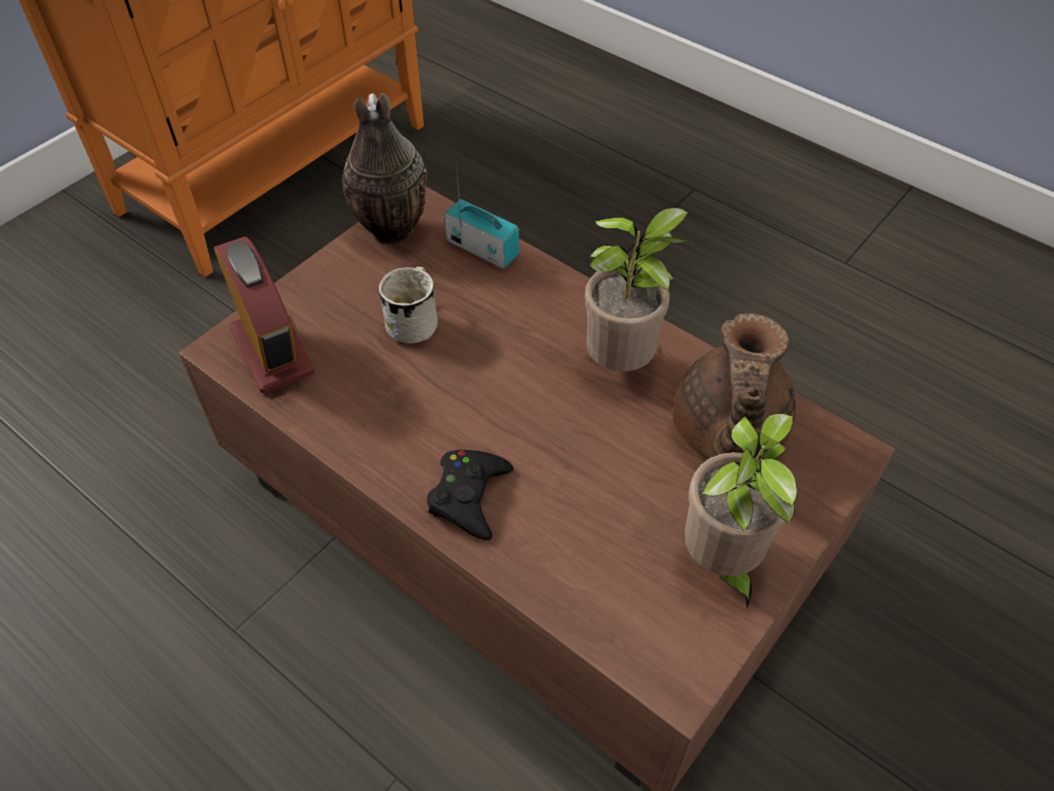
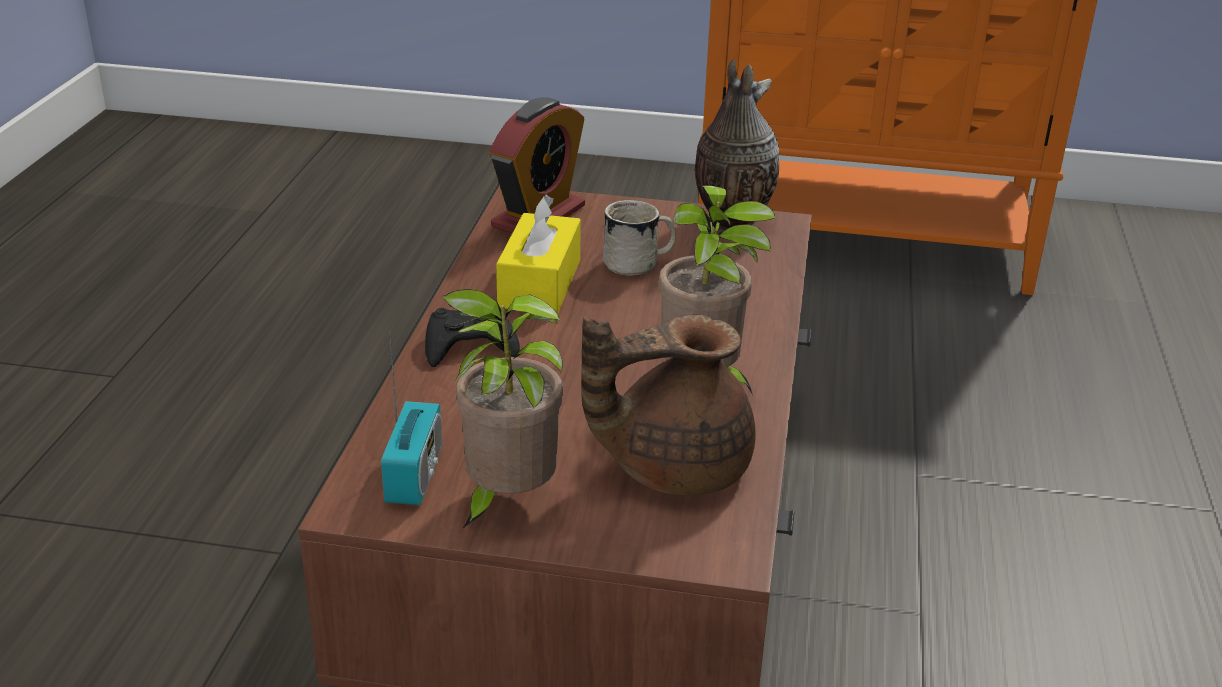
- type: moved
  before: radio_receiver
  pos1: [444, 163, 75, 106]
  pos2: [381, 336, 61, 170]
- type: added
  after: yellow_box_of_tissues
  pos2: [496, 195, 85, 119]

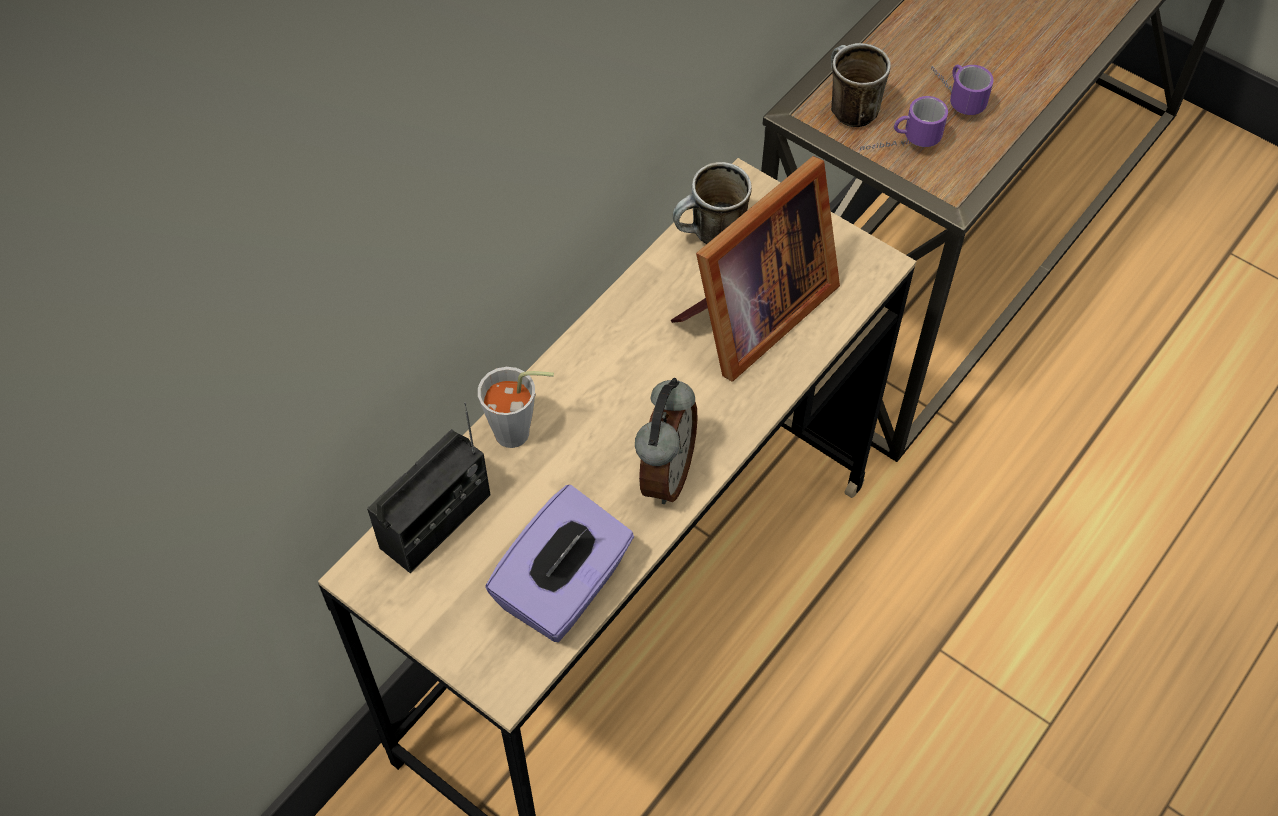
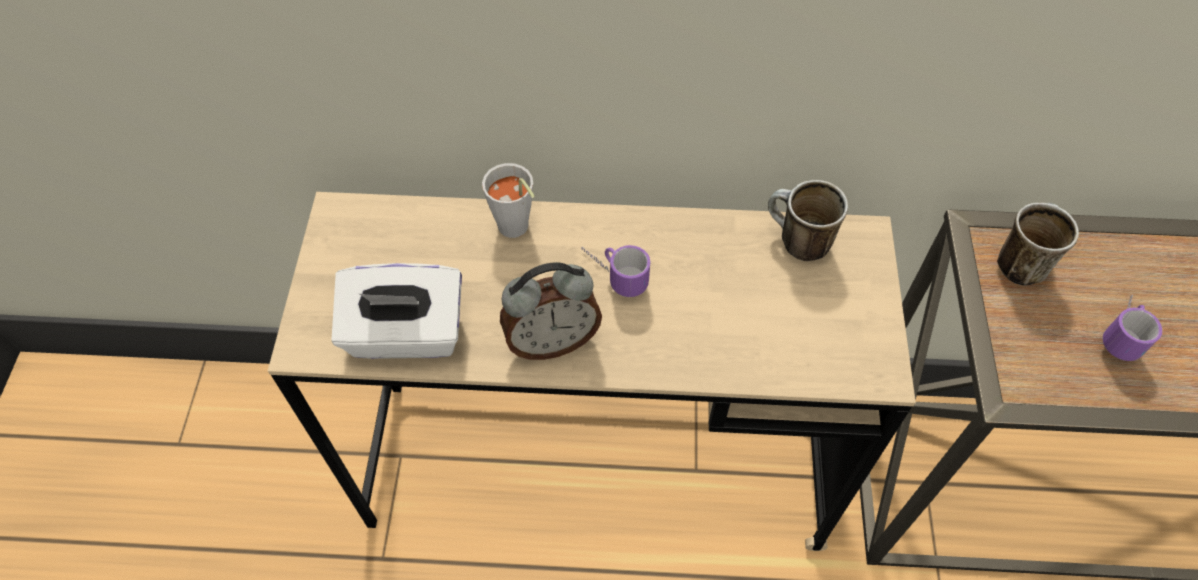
- type: removed
  before: radio_receiver
  pos1: [367, 402, 123, 171]
- type: recoloured
  before: purple_box_of_tissues
  after: white-coloured_box_of_tissues
  pos1: [485, 485, 149, 157]
  pos2: [331, 263, 131, 96]
- type: removed
  before: standing_frame
  pos1: [671, 156, 169, 226]
- type: moved
  before: coffee_mug
  pos1: [860, 96, 88, 54]
  pos2: [582, 245, 68, 52]

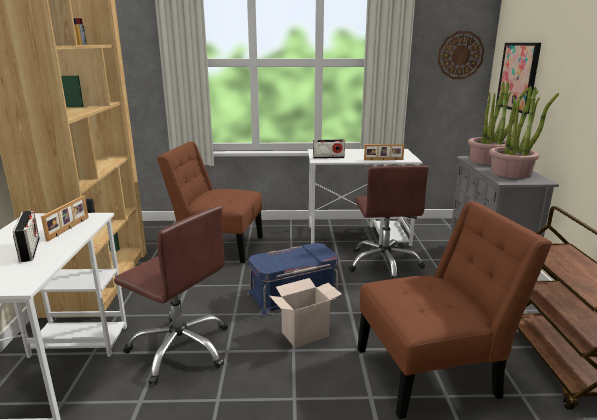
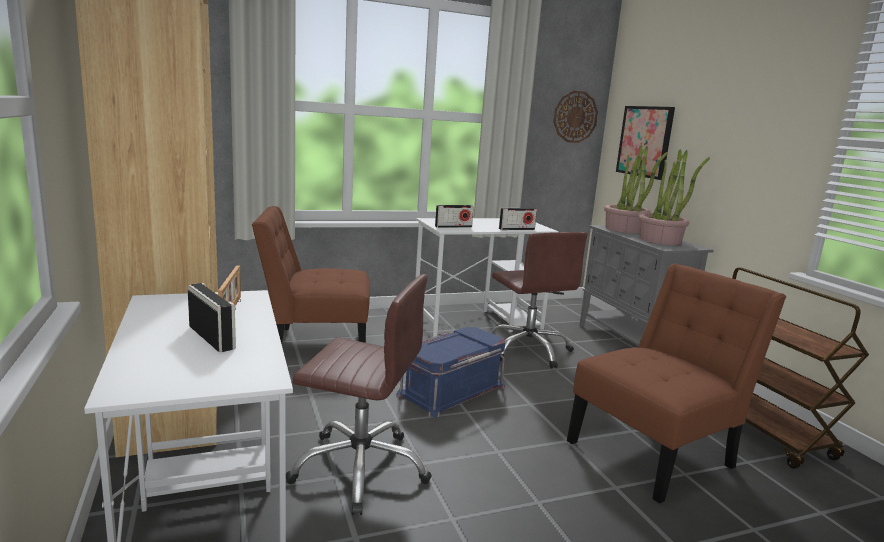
- type: removed
  before: packing_box
  pos1: [269, 278, 73, 70]
- type: replaced
  before: standing_frame
  after: radio_receiver
  pos1: [364, 144, 41, 16]
  pos2: [499, 208, 38, 22]

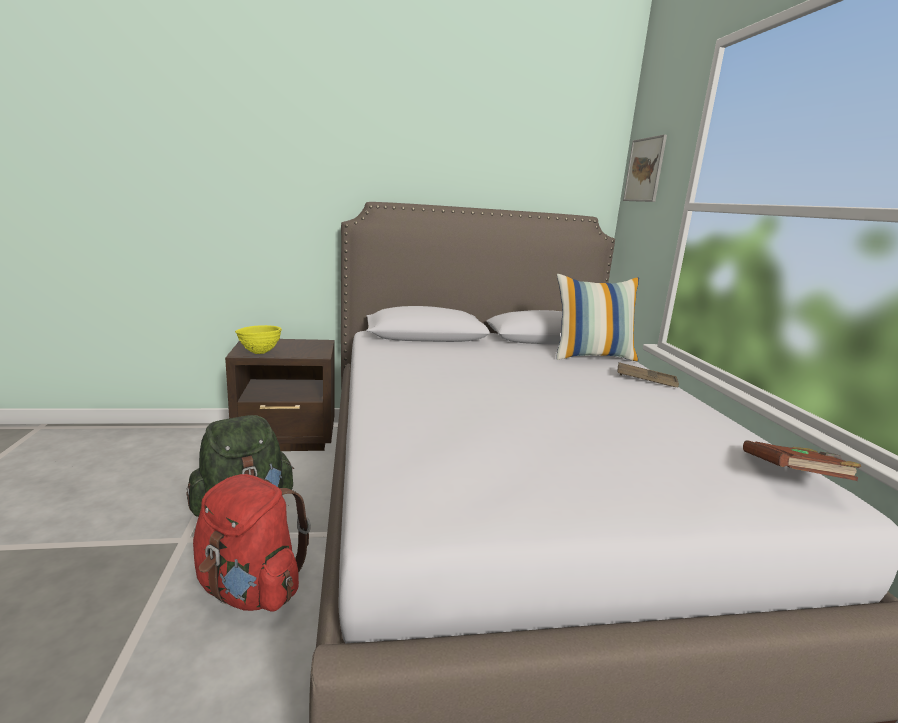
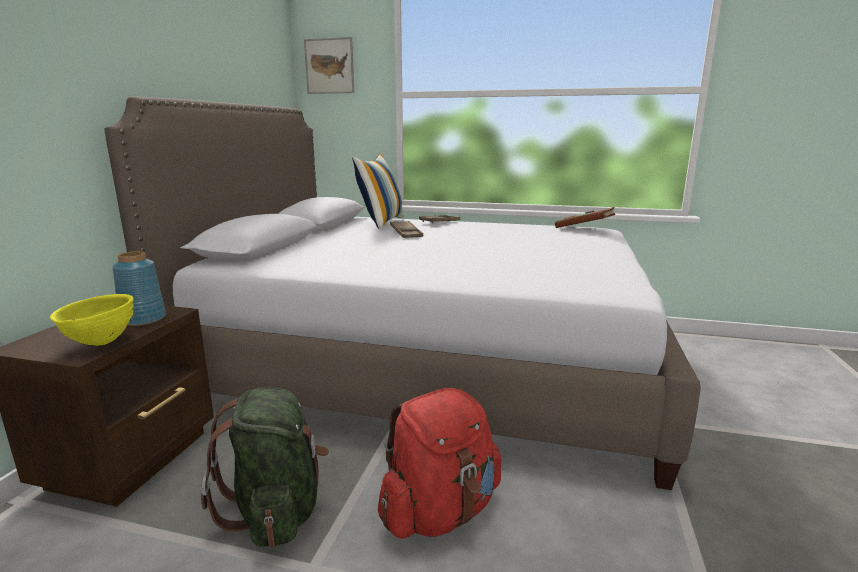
- type: added
  after: bluish_vase
  pos2: [112, 251, 54, 75]
- type: added
  after: brown_serving_tray
  pos2: [390, 221, 33, 17]

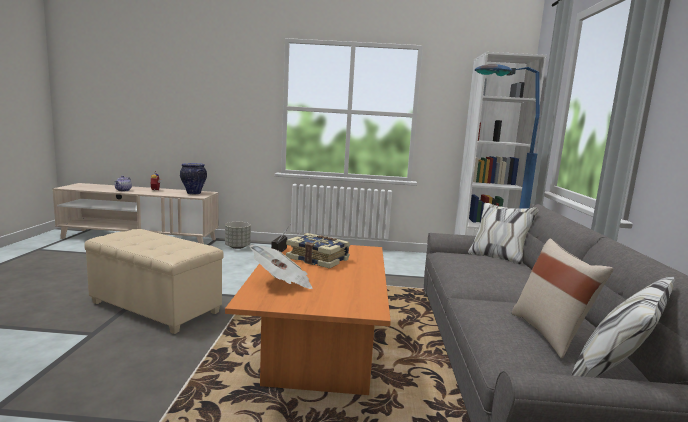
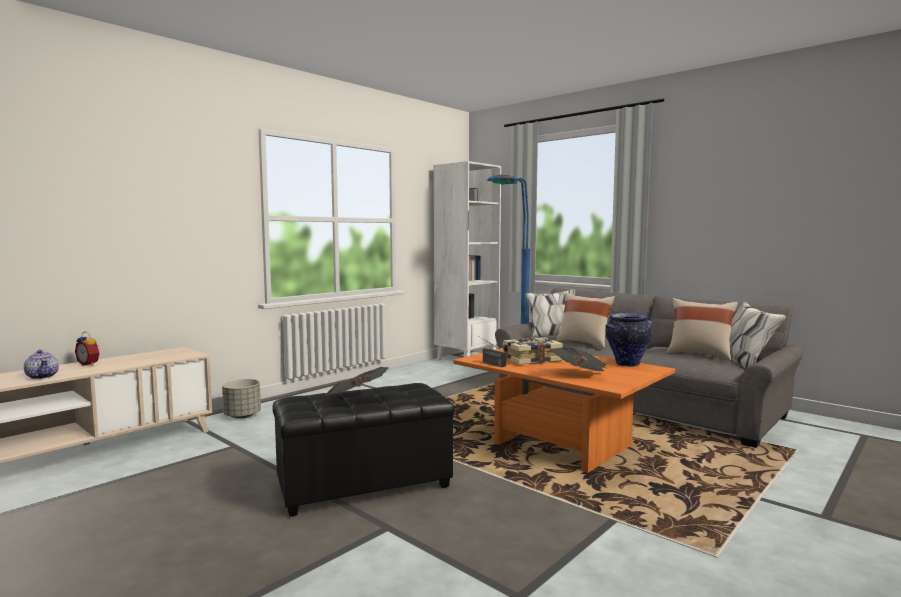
- type: recoloured
  before: beige_ottoman
  after: black_ottoman
  pos1: [84, 229, 140, 105]
  pos2: [272, 383, 182, 134]
- type: moved
  before: vase
  pos1: [180, 163, 27, 31]
  pos2: [605, 313, 47, 54]
- type: added
  after: daily_paper
  pos2: [325, 367, 64, 28]
- type: added
  after: beige_throw_pillow
  pos2: [556, 293, 59, 55]

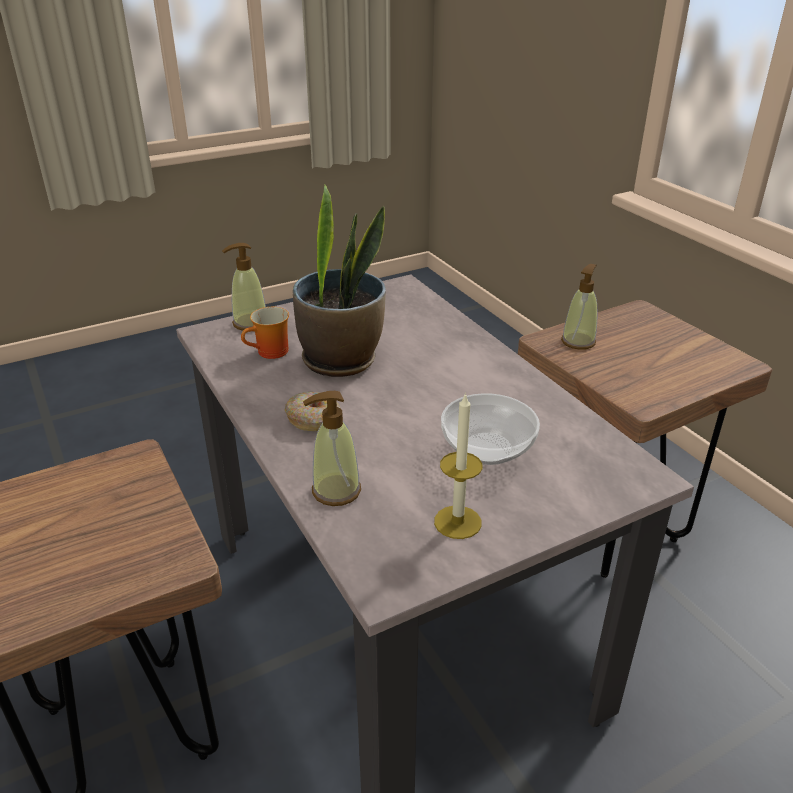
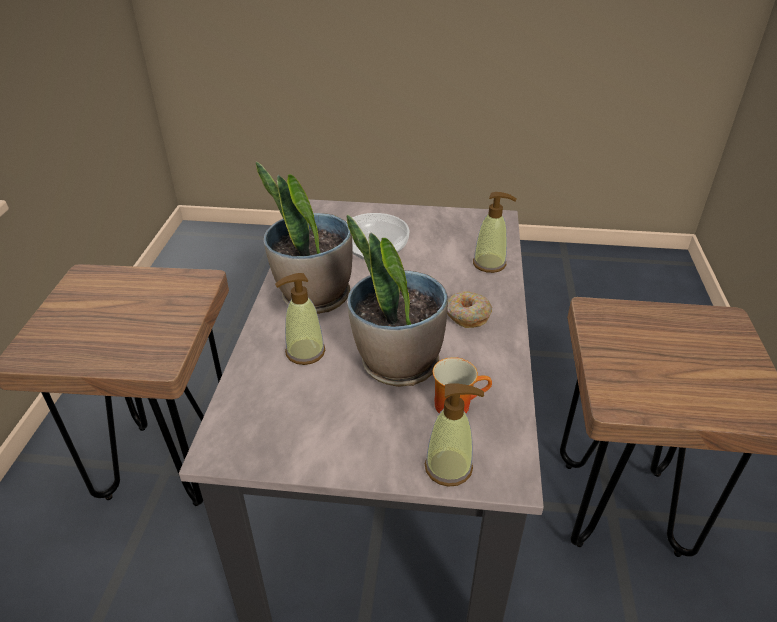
- type: removed
  before: wax_candle
  pos1: [434, 392, 48, 147]
- type: moved
  before: soap_dispenser
  pos1: [561, 264, 36, 86]
  pos2: [275, 273, 50, 92]
- type: added
  after: houseplant
  pos2: [256, 161, 97, 153]

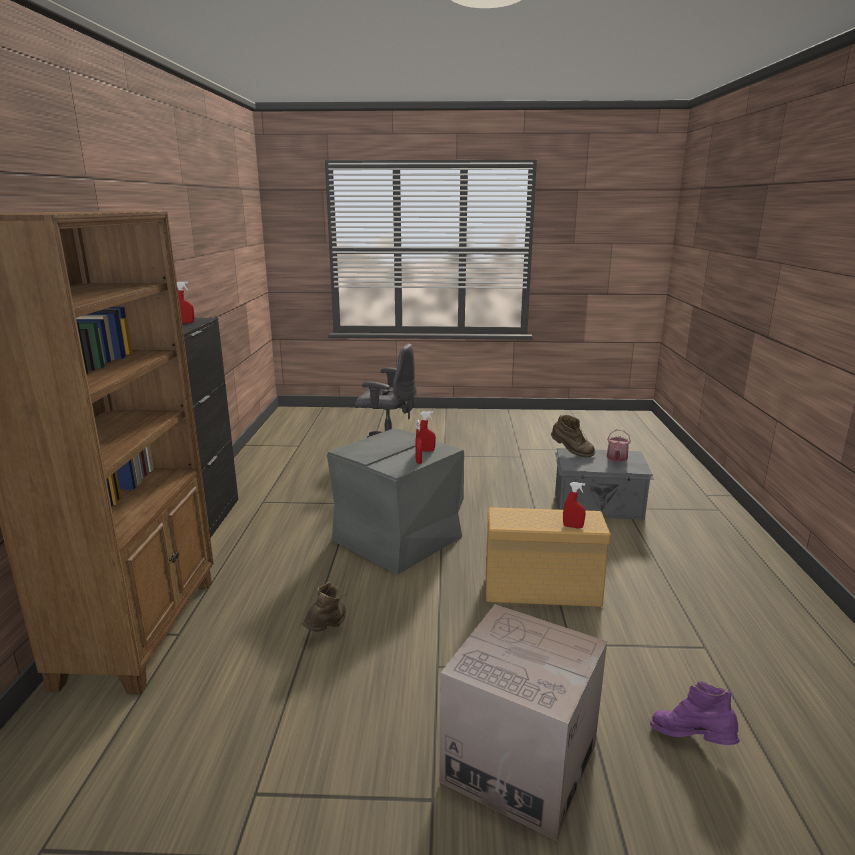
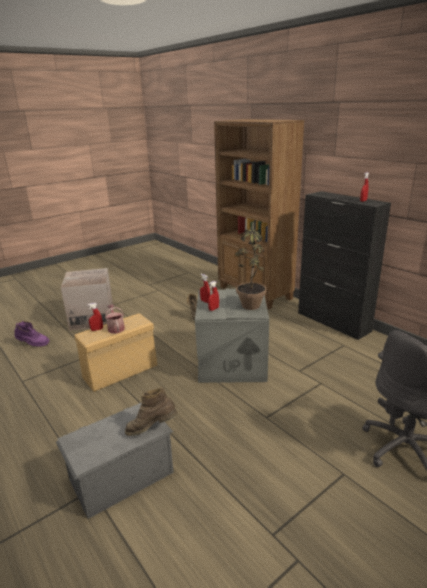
- type: moved
  before: watering_pot
  pos1: [607, 429, 24, 33]
  pos2: [105, 304, 20, 30]
- type: added
  after: houseplant
  pos2: [235, 226, 31, 84]

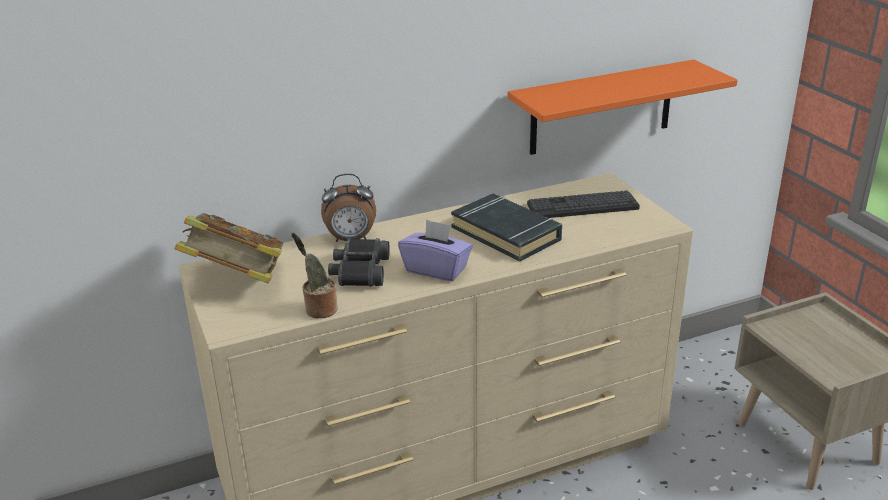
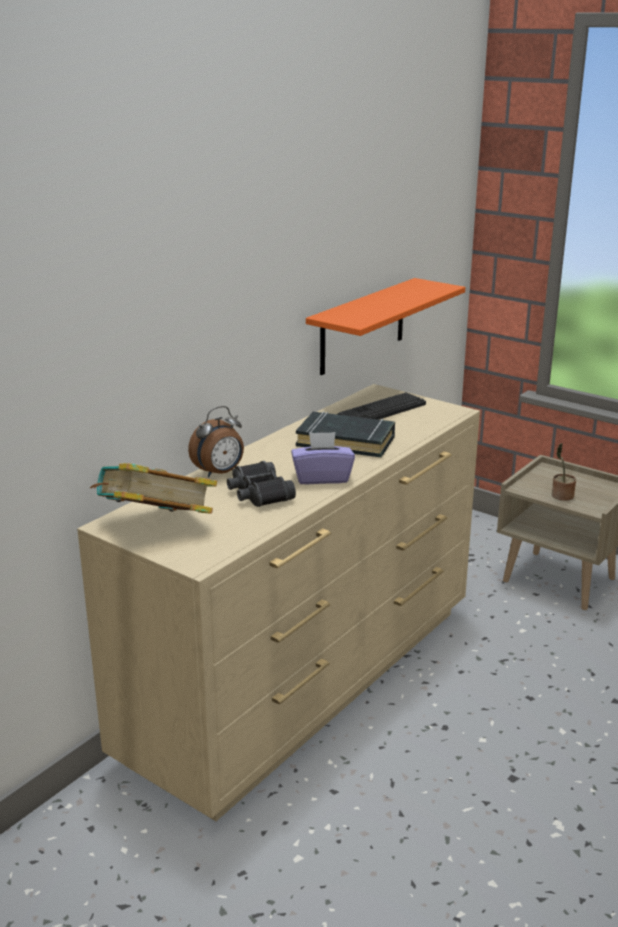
- type: moved
  before: houseplant
  pos1: [291, 233, 47, 85]
  pos2: [552, 443, 24, 58]

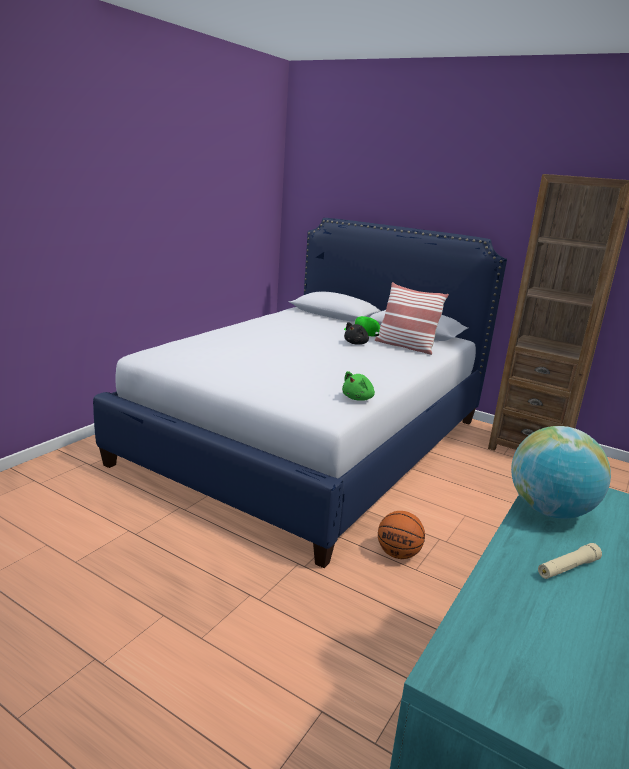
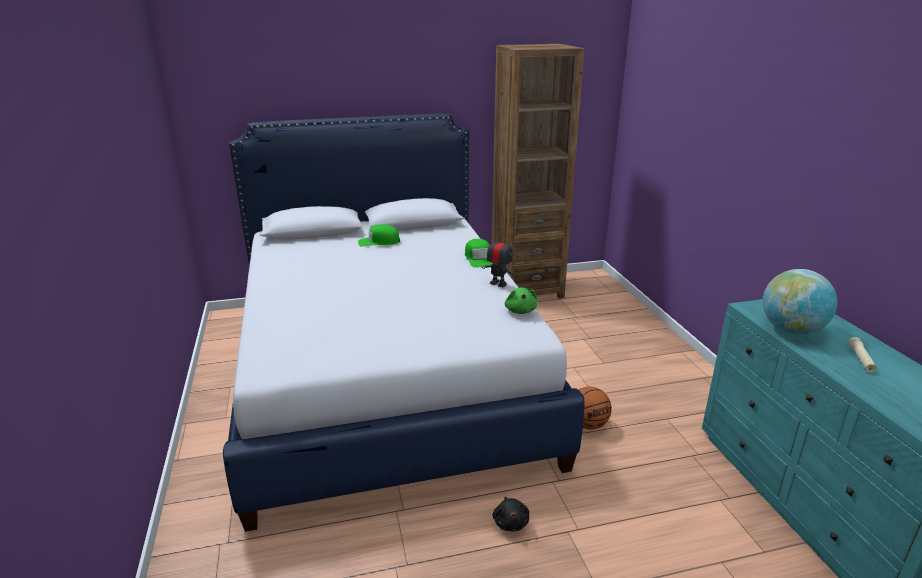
- type: moved
  before: black_soft_toy
  pos1: [344, 322, 25, 23]
  pos2: [493, 497, 36, 34]
- type: removed
  before: throw_pillow
  pos1: [375, 282, 74, 73]
- type: added
  after: green-coloured_cap
  pos2: [465, 239, 28, 29]
- type: added
  after: model_robot
  pos2: [482, 234, 34, 53]

